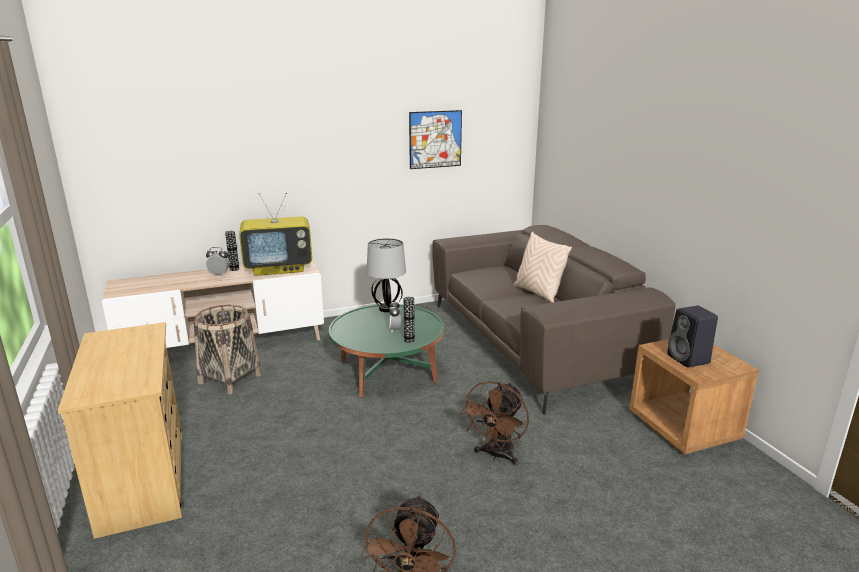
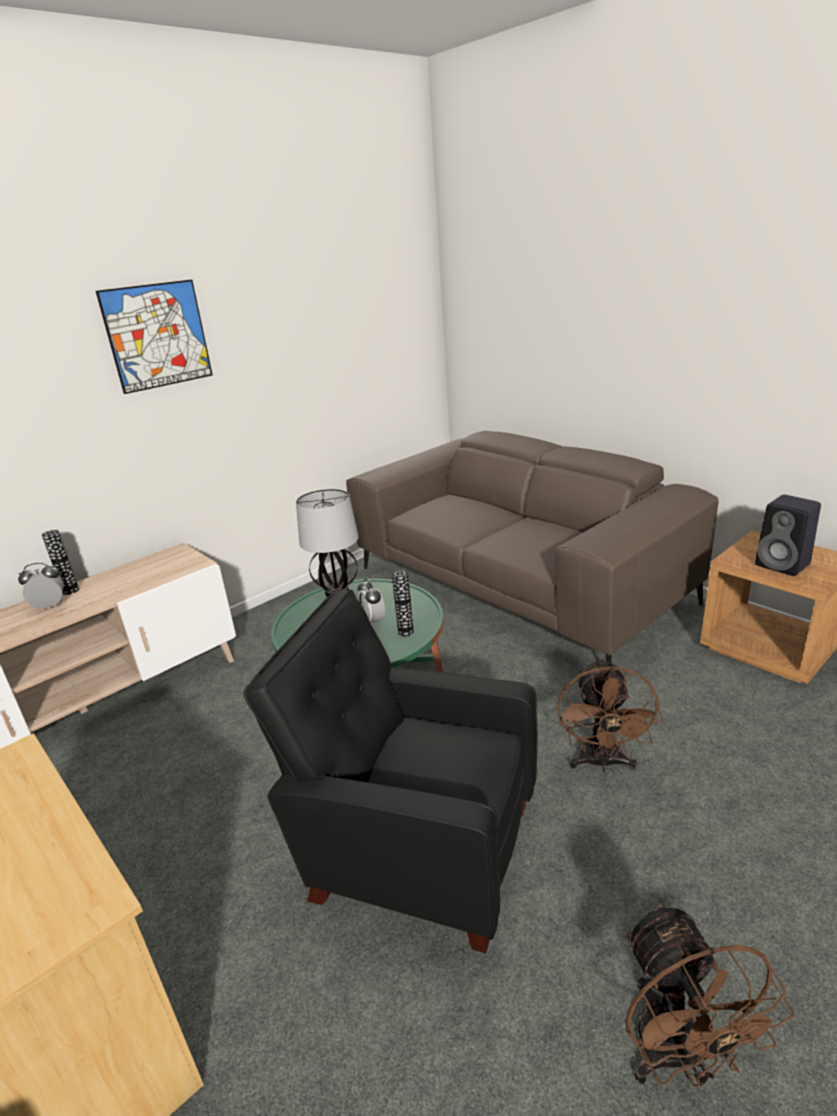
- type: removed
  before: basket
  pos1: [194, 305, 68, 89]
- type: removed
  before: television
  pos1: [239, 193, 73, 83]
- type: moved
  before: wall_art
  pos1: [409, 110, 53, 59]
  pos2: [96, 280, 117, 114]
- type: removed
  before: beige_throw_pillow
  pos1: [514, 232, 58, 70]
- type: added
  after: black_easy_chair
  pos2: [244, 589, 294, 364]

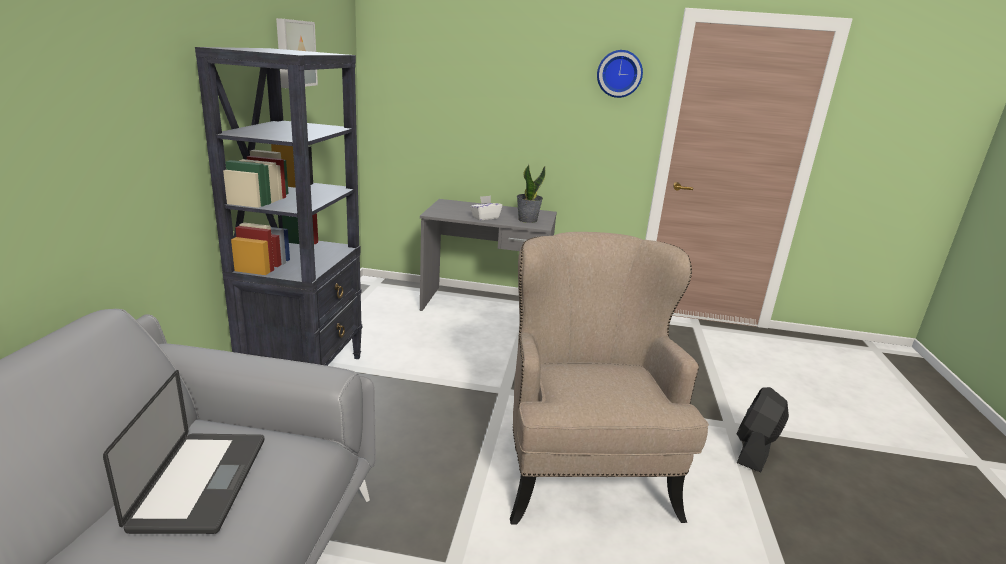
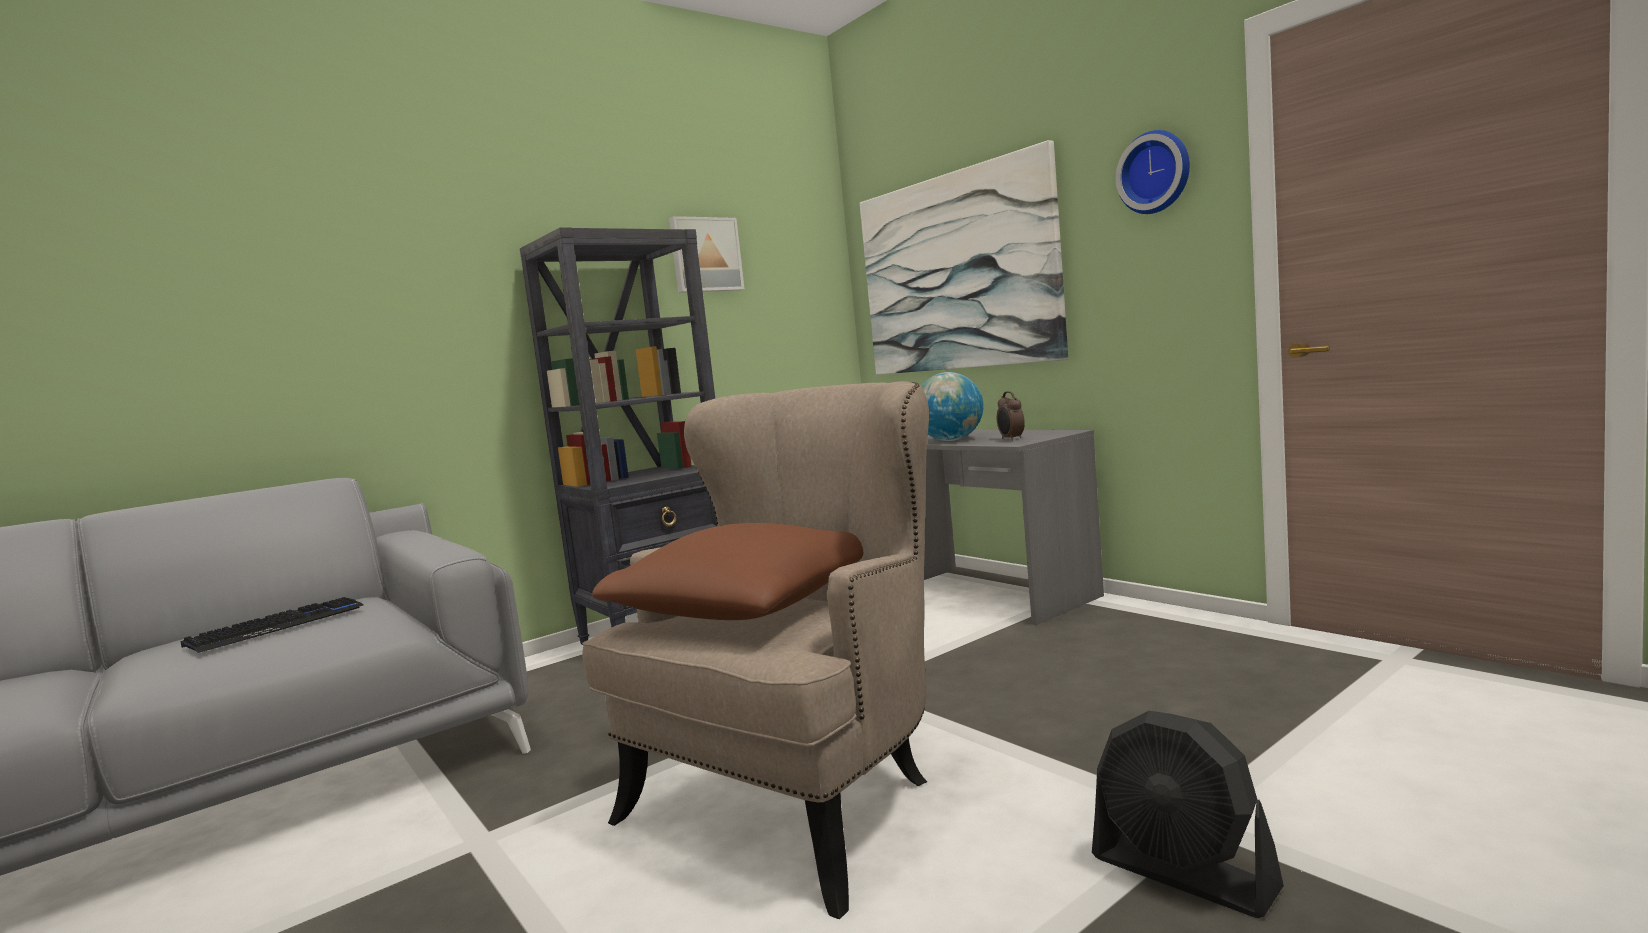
- type: replaced
  before: portable_computer
  after: PC_keyboard
  pos1: [103, 370, 161, 164]
  pos2: [180, 597, 183, 56]
- type: replaced
  before: white-coloured_box_of_tissues
  after: desk_globe
  pos1: [470, 196, 32, 24]
  pos2: [921, 372, 62, 69]
- type: replaced
  before: houseplant
  after: alarm_clock
  pos1: [517, 164, 28, 59]
  pos2: [997, 391, 28, 50]
- type: turned
  before: black_electric_fan
  pos1: [737, 387, 52, 85]
  pos2: [1092, 711, 192, 207]
  turn: -120
- type: added
  after: brown_throw_pillow
  pos2: [592, 523, 271, 97]
- type: added
  after: wall_art
  pos2: [860, 140, 208, 235]

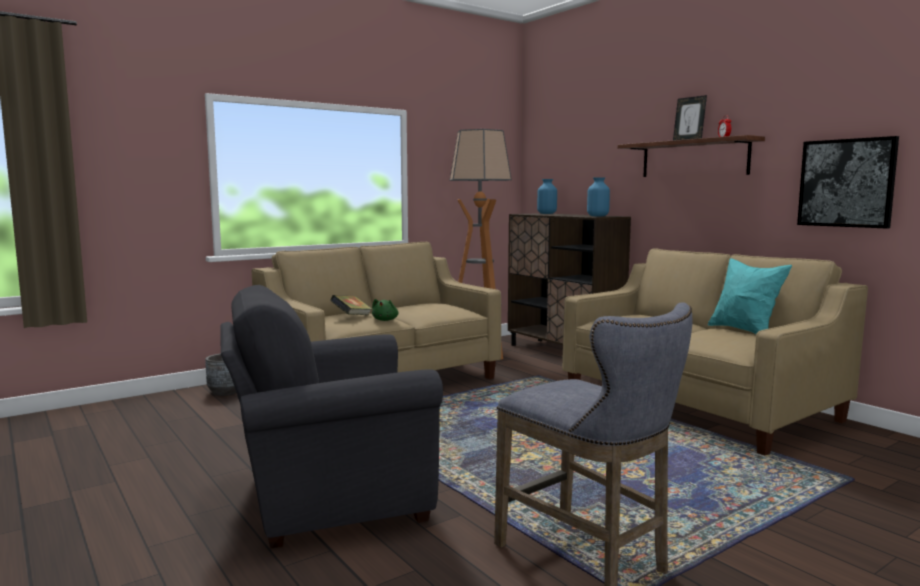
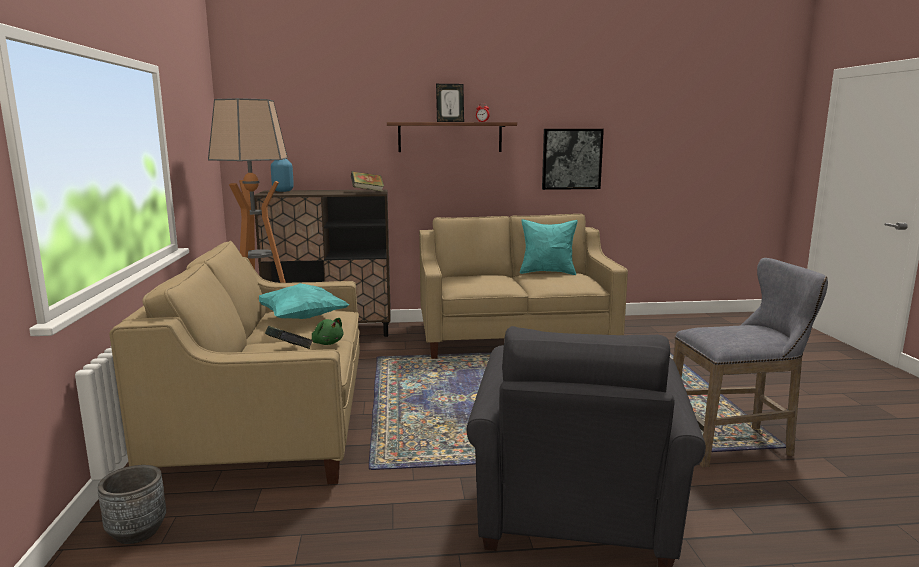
- type: replaced
  before: bluish_vase
  after: volume
  pos1: [587, 177, 23, 39]
  pos2: [351, 171, 33, 21]
- type: added
  after: blue-green_throw_pillow
  pos2: [259, 283, 90, 36]

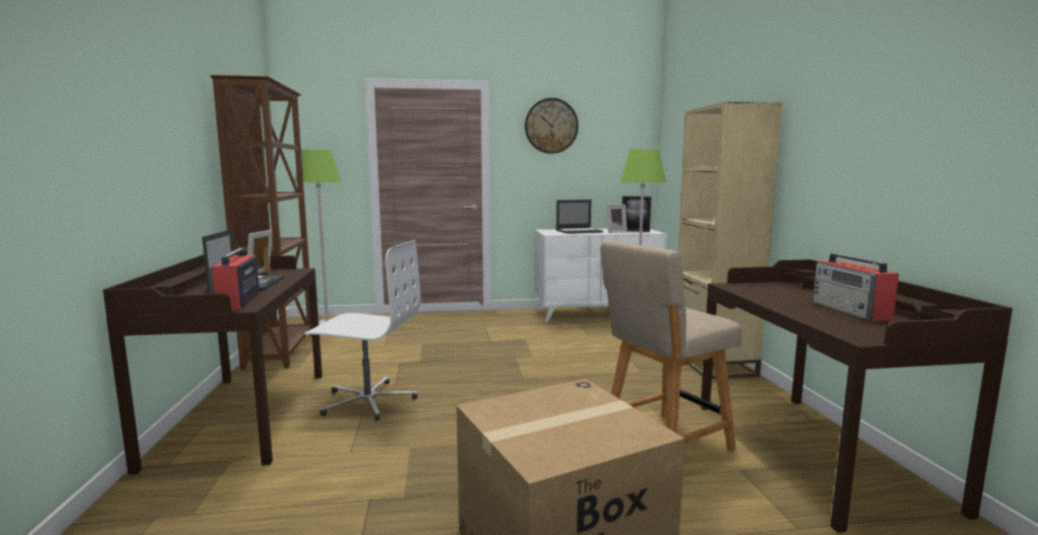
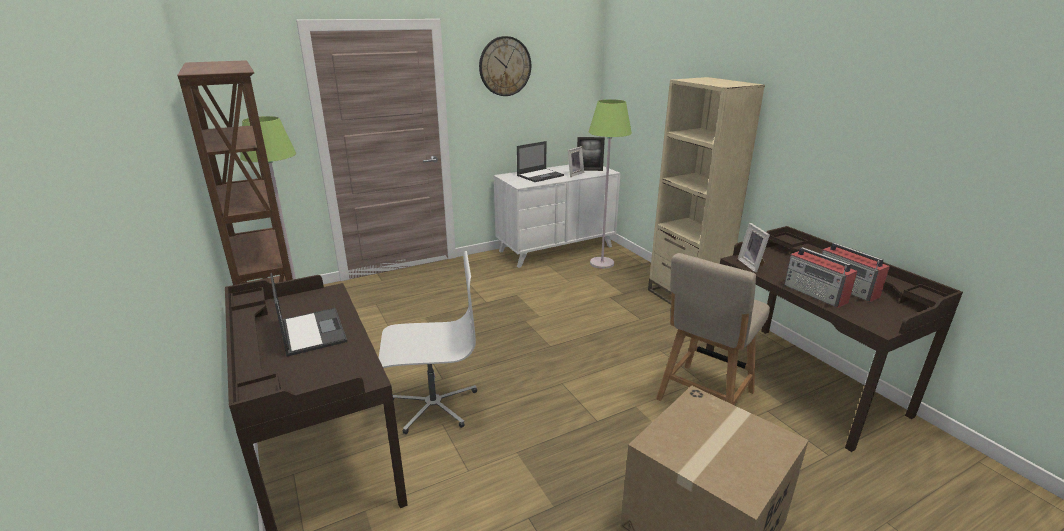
- type: moved
  before: radio_receiver
  pos1: [208, 248, 52, 62]
  pos2: [784, 247, 74, 61]
- type: moved
  before: standing_frame
  pos1: [247, 230, 25, 44]
  pos2: [738, 223, 32, 50]

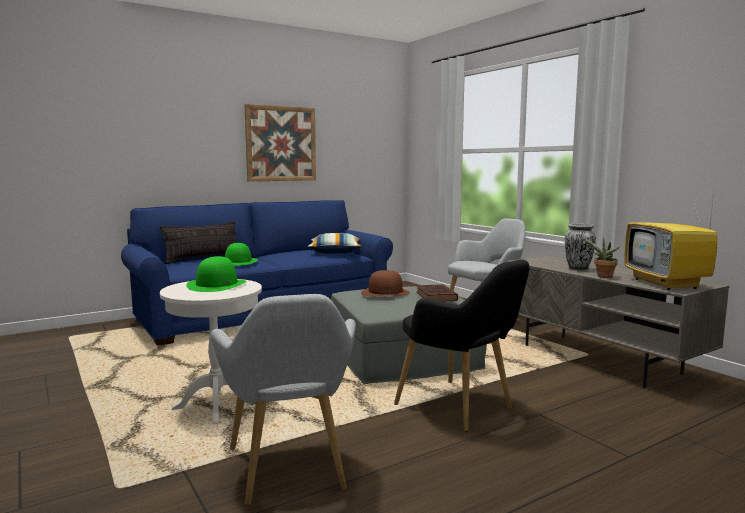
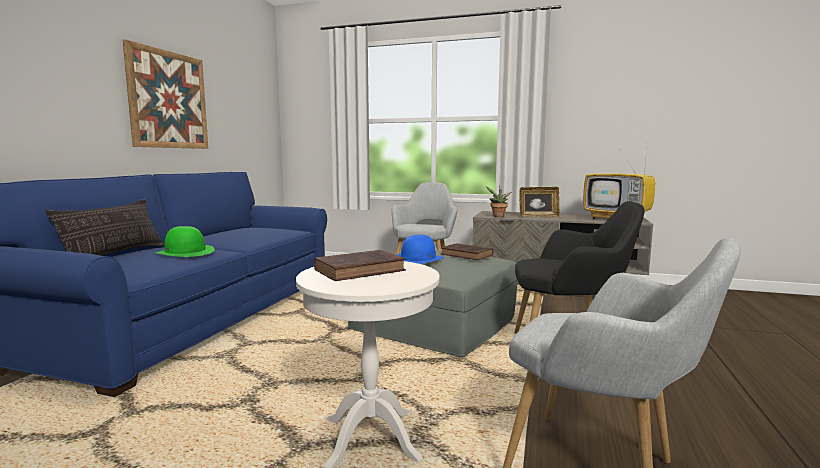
- type: replaced
  before: green-coloured_wearable_hat
  after: brown_volume
  pos1: [186, 256, 60, 36]
  pos2: [314, 250, 92, 31]
- type: removed
  before: throw_pillow
  pos1: [308, 233, 54, 20]
- type: recoloured
  before: brown_wearable_hat
  after: bluish_wearable_hat
  pos1: [361, 270, 49, 26]
  pos2: [397, 235, 46, 29]
- type: replaced
  before: vase
  after: standing_frame
  pos1: [565, 223, 31, 47]
  pos2: [519, 187, 41, 30]
- type: moved
  before: houseplant
  pos1: [582, 237, 38, 41]
  pos2: [486, 186, 26, 31]

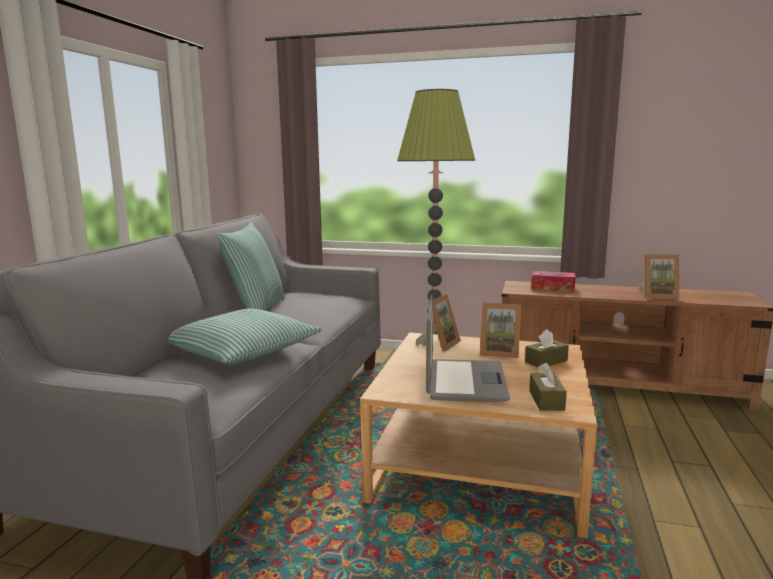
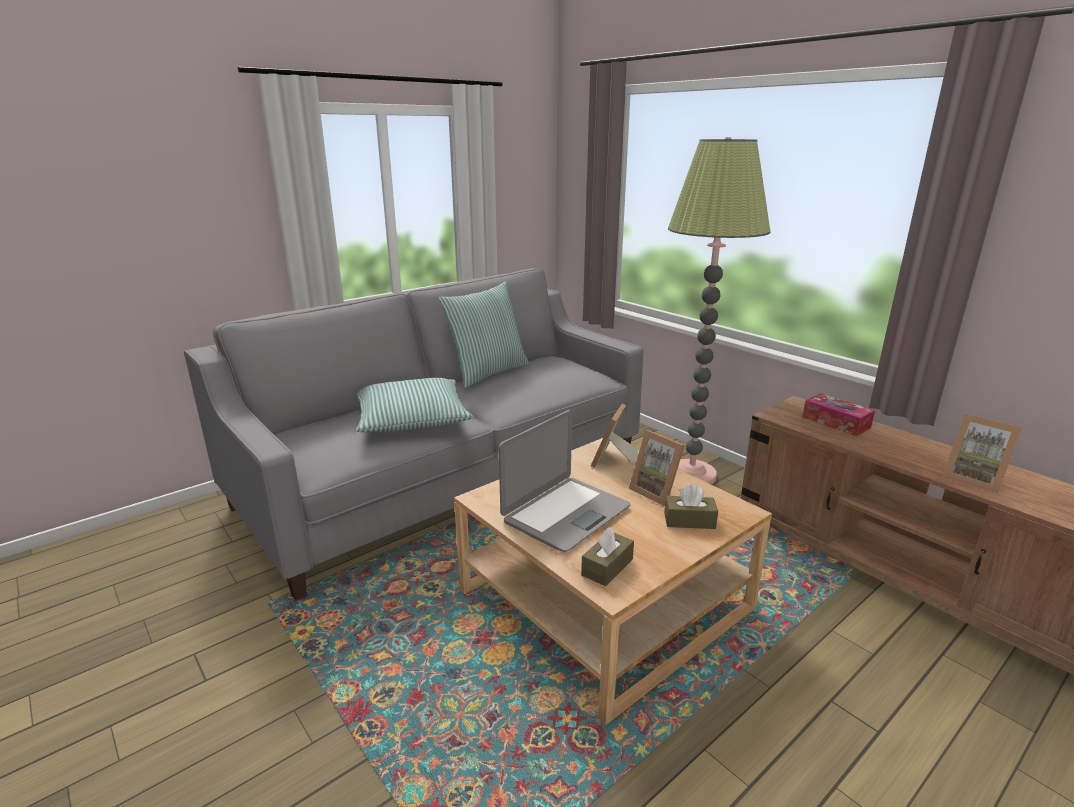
- type: turned
  before: standing_frame
  pos1: [416, 294, 45, 58]
  pos2: [591, 403, 47, 65]
  turn: 135

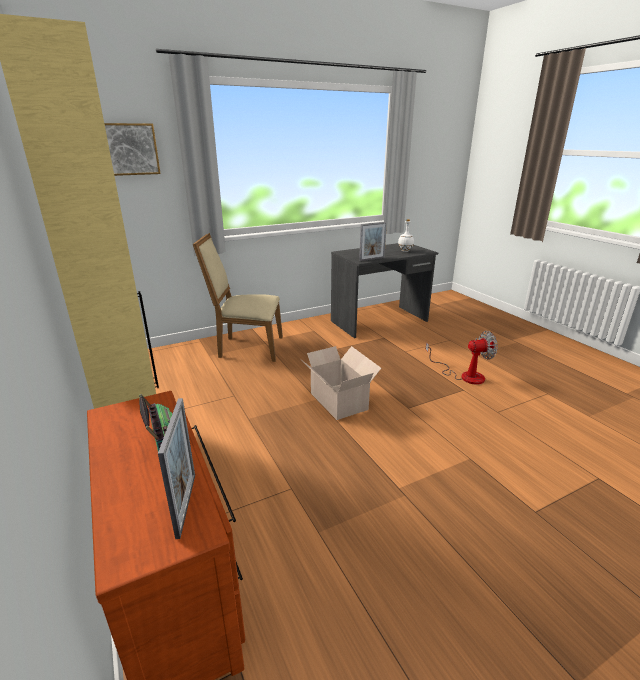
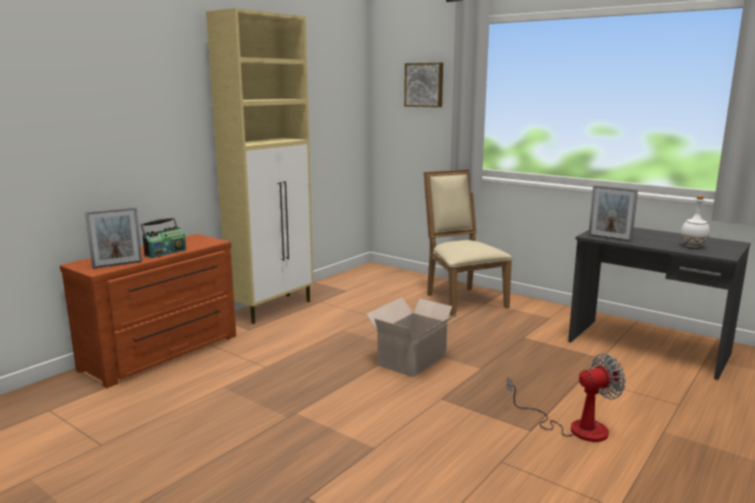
- type: turned
  before: electric_fan
  pos1: [426, 331, 72, 54]
  pos2: [507, 353, 119, 89]
  turn: -75

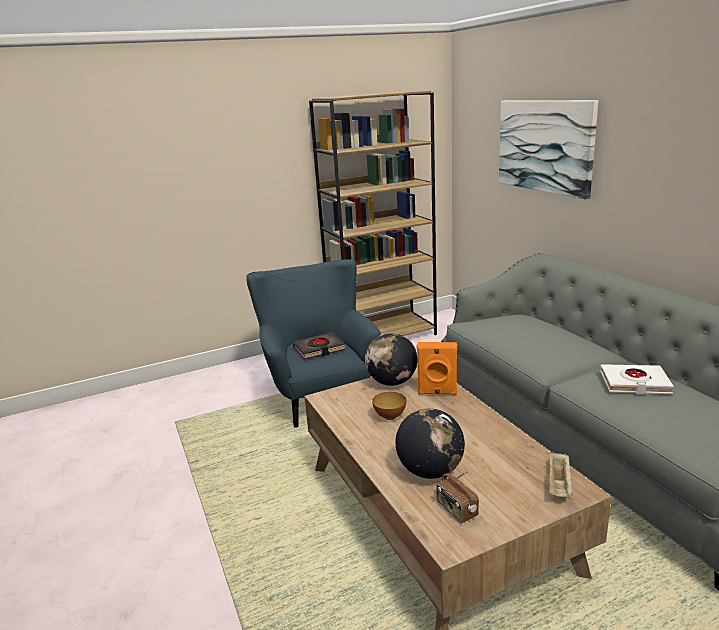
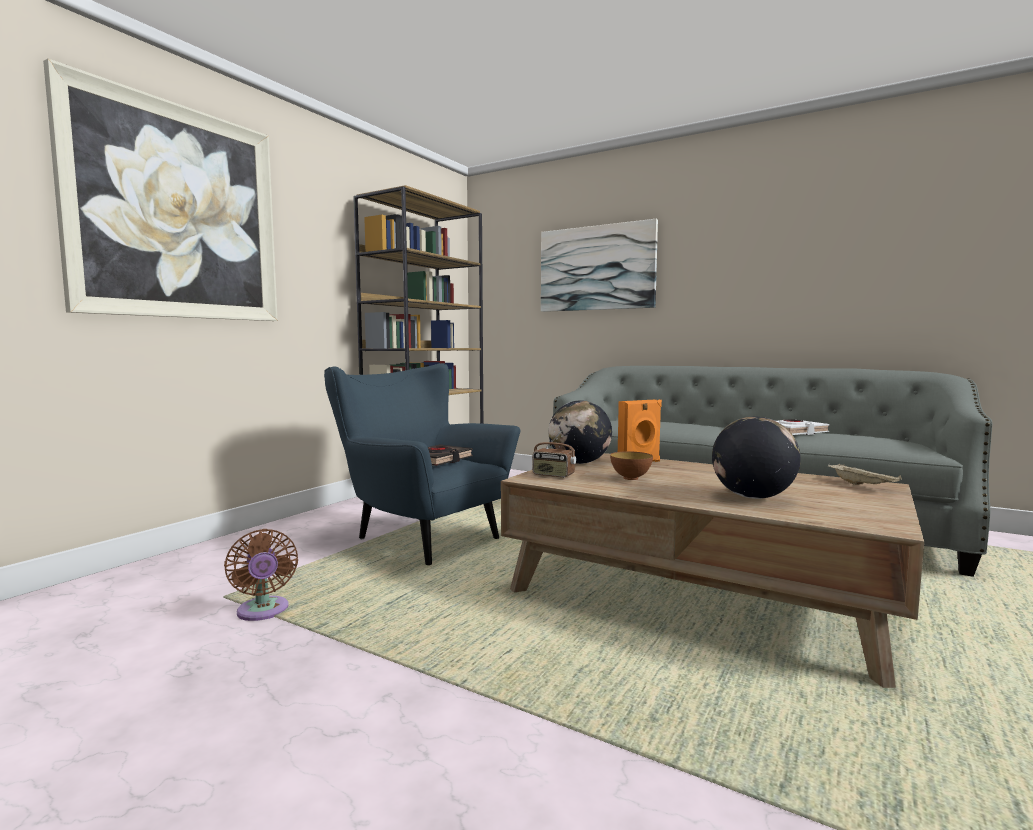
- type: moved
  before: radio_receiver
  pos1: [437, 471, 42, 52]
  pos2: [532, 429, 44, 49]
- type: added
  after: wall_art
  pos2: [43, 58, 235, 263]
- type: added
  after: brown_electric_fan
  pos2: [224, 529, 74, 92]

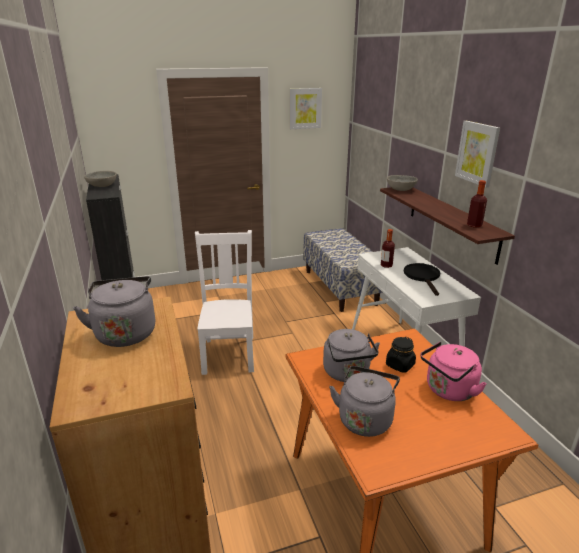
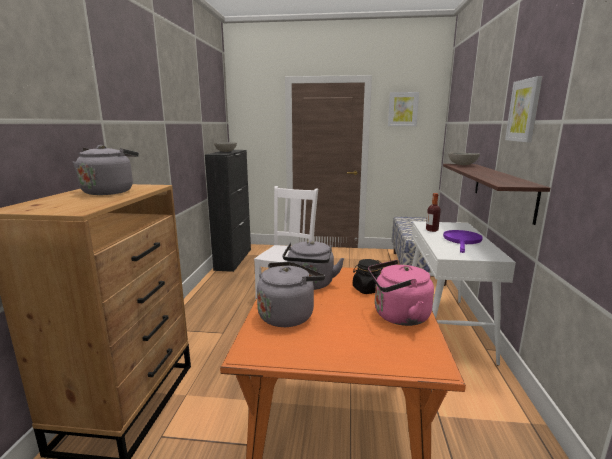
- type: recoloured
  before: black_frying_pan
  after: purple_frying_pan
  pos1: [404, 263, 36, 33]
  pos2: [443, 230, 40, 23]
- type: removed
  before: bottle
  pos1: [467, 180, 20, 48]

